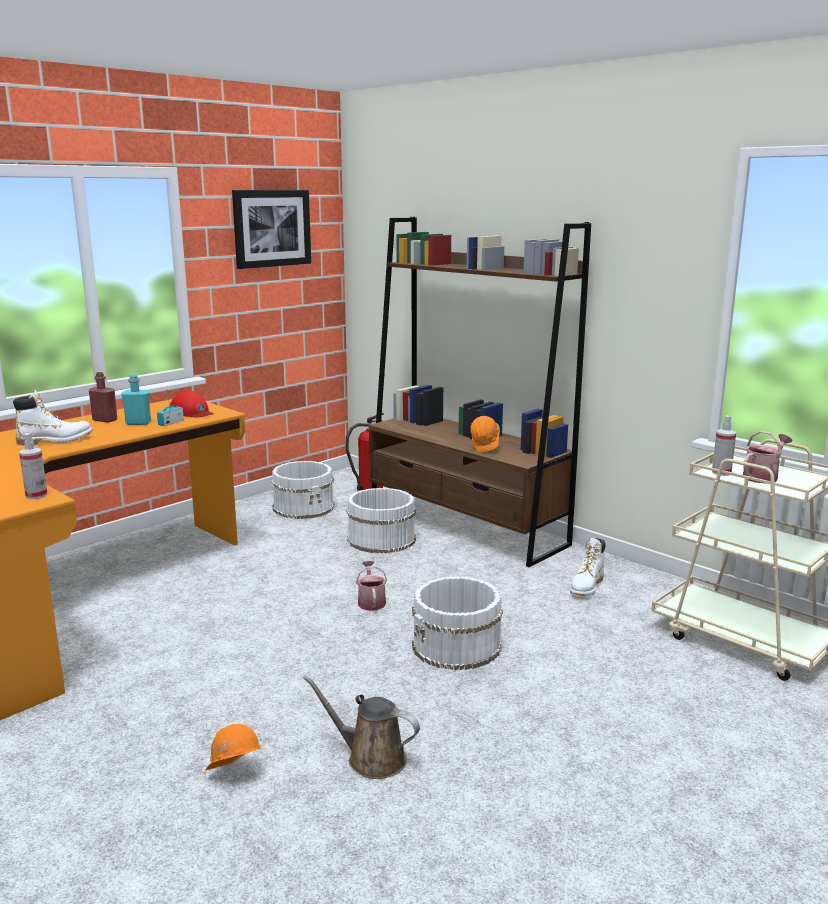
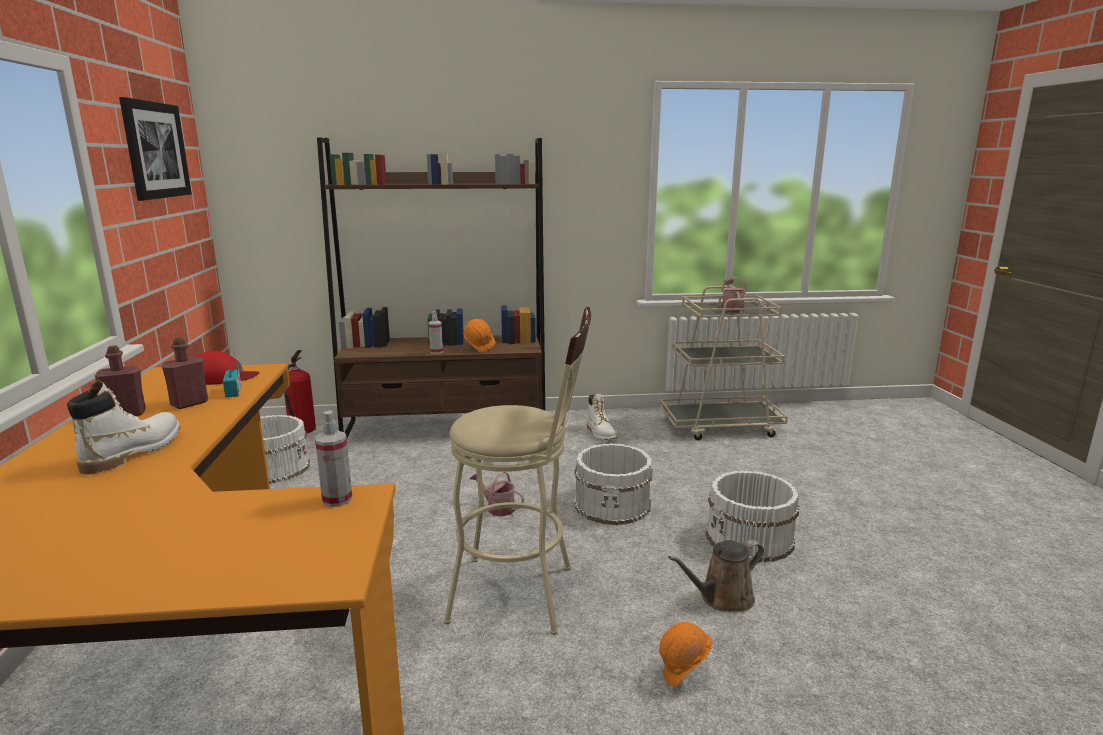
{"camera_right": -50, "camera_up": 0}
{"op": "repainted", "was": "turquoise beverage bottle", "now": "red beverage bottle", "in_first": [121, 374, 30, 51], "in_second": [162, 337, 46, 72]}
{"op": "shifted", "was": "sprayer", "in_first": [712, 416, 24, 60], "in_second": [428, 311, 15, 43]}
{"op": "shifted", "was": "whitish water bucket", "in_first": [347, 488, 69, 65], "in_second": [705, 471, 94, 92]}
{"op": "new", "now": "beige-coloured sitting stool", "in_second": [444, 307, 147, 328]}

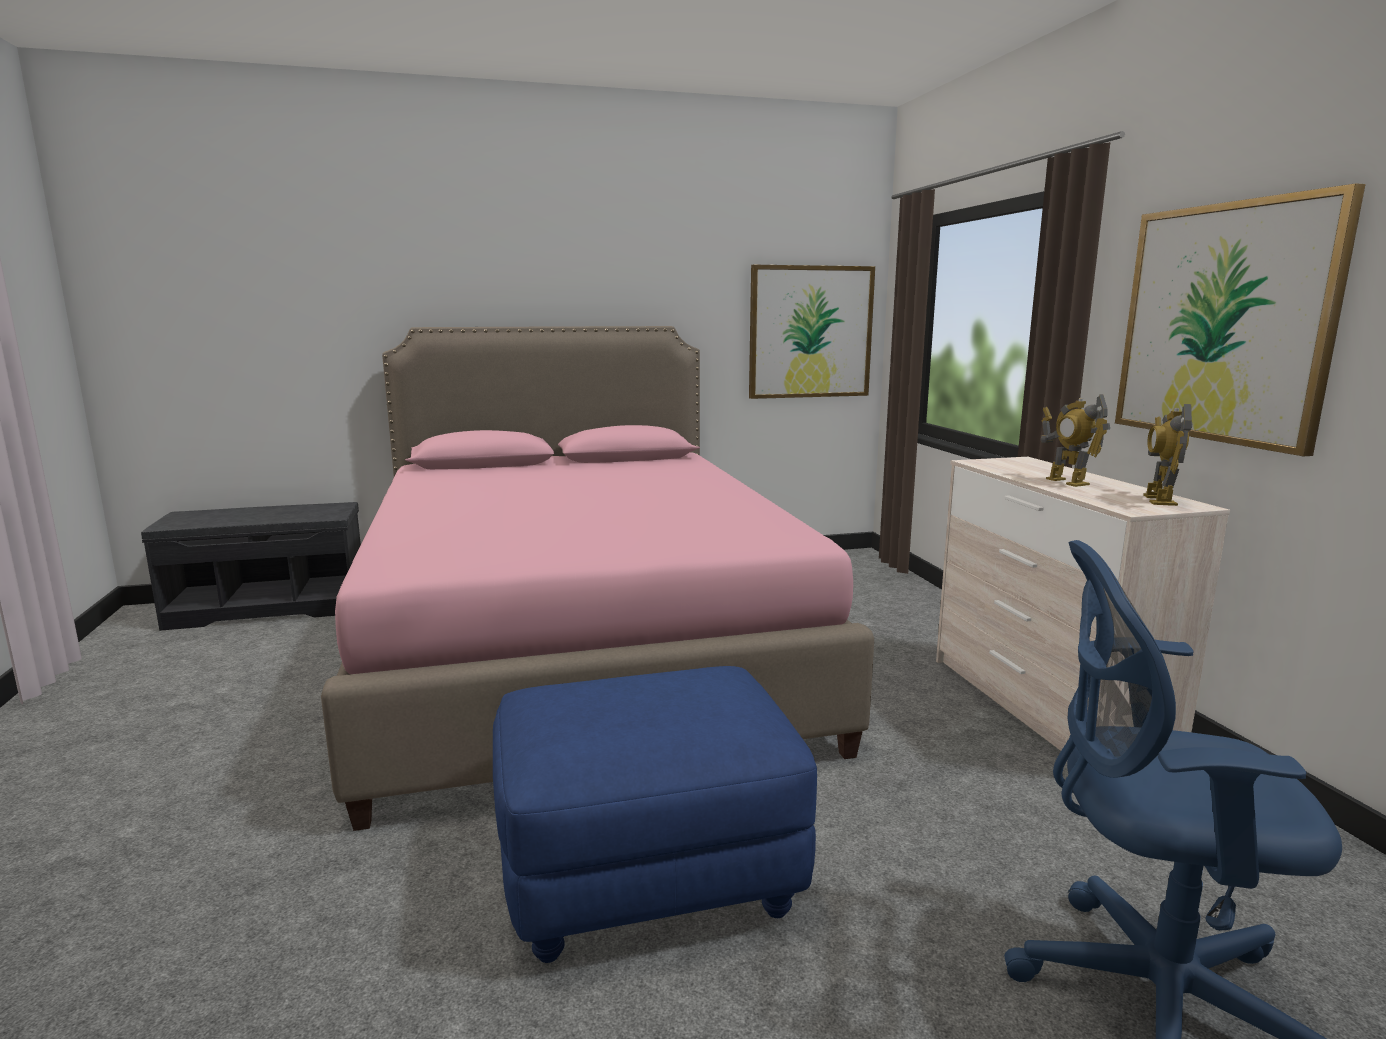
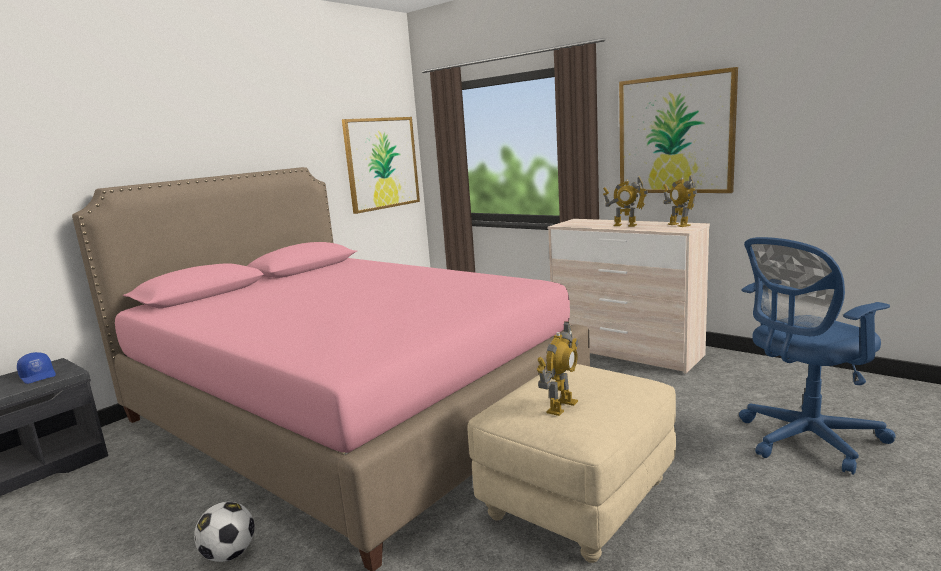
{"camera_right": -35, "camera_up": 0}
{"op": "repainted", "was": "blue-coloured pouffe", "now": "beige-coloured pouffe", "in_first": [493, 666, 324, 297], "in_second": [468, 364, 208, 199]}
{"op": "new", "now": "toy robot", "in_second": [537, 321, 42, 95]}
{"op": "new", "now": "blue-coloured baseball cap", "in_second": [17, 352, 39, 32]}
{"op": "new", "now": "football ball", "in_second": [194, 502, 61, 60]}

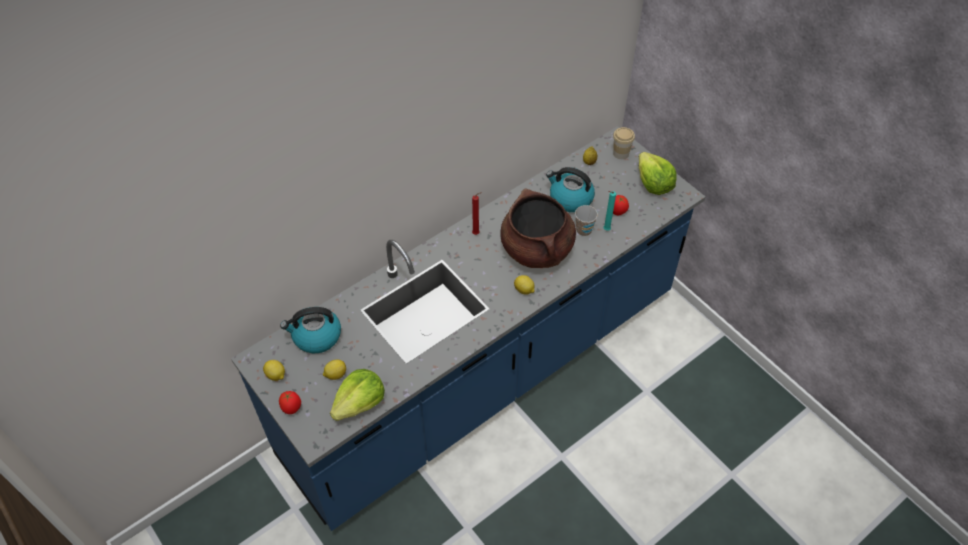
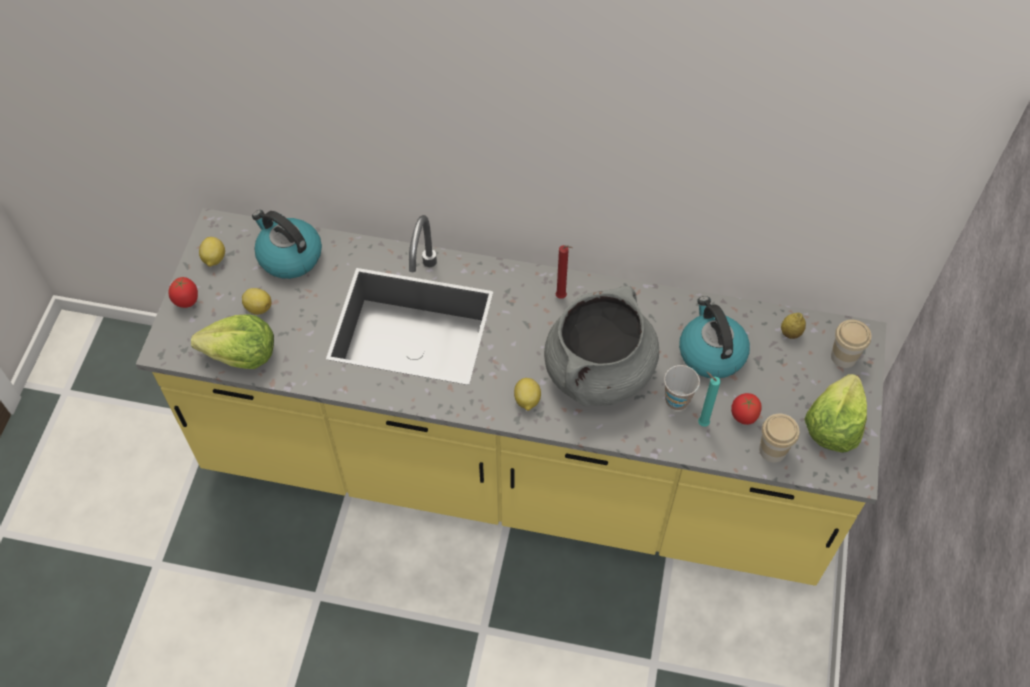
{"camera_right": 50, "camera_up": 5}
{"op": "repainted", "was": "blue-coloured kitchen base unit", "now": "yellow kitchen base unit", "in_first": [231, 126, 474, 405], "in_second": [136, 208, 750, 378]}
{"op": "repainted", "was": "brown-coloured stockpot", "now": "grey stockpot", "in_first": [500, 189, 76, 79], "in_second": [544, 286, 115, 120]}
{"op": "new", "now": "small cup", "in_second": [759, 414, 40, 49]}

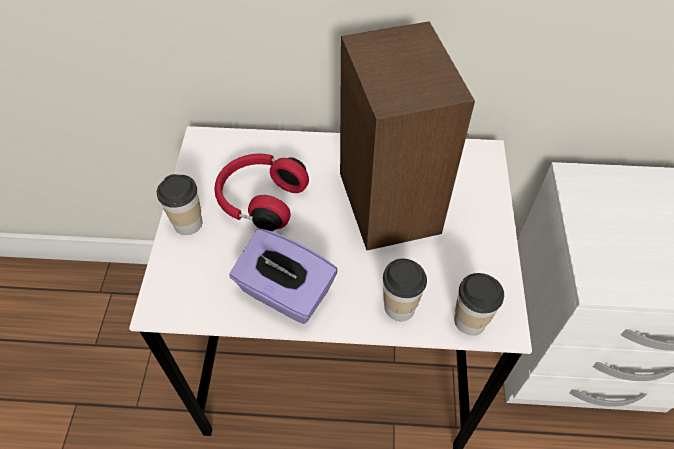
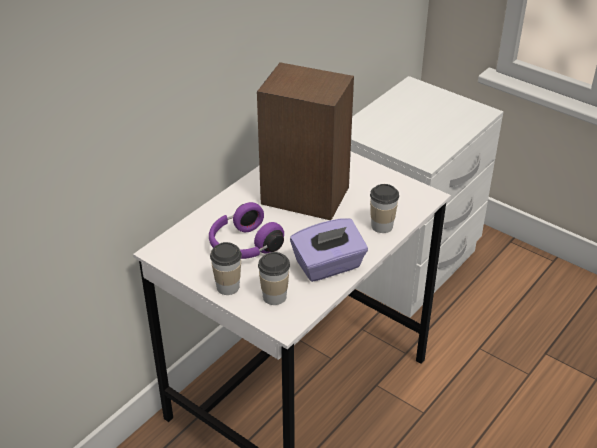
{"camera_right": -55, "camera_up": -15}
{"op": "repainted", "was": "red headphones", "now": "purplish headphones", "in_first": [214, 154, 95, 77], "in_second": [209, 202, 75, 57]}
{"op": "shifted", "was": "small cup", "in_first": [454, 273, 50, 62], "in_second": [258, 252, 32, 53]}

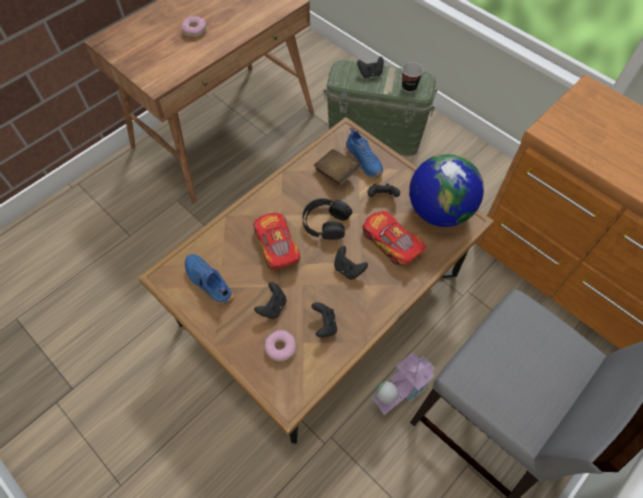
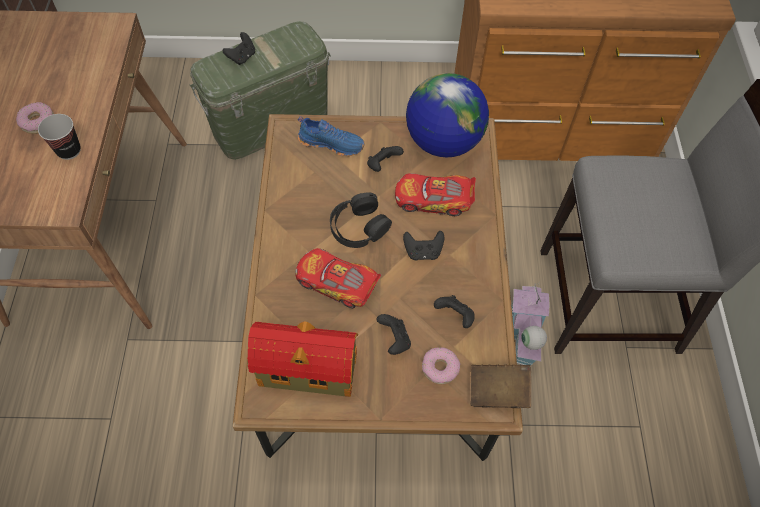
{"camera_right": -45, "camera_up": 0}
{"op": "shifted", "was": "small cup", "in_first": [402, 62, 21, 30], "in_second": [38, 114, 43, 46]}
{"op": "shifted", "was": "brown-coloured book", "in_first": [313, 149, 47, 36], "in_second": [470, 365, 61, 43]}
{"op": "swapped", "was": "blue-coloured item of footwear", "now": "toy house", "in_first": [185, 254, 48, 51], "in_second": [247, 322, 111, 75]}

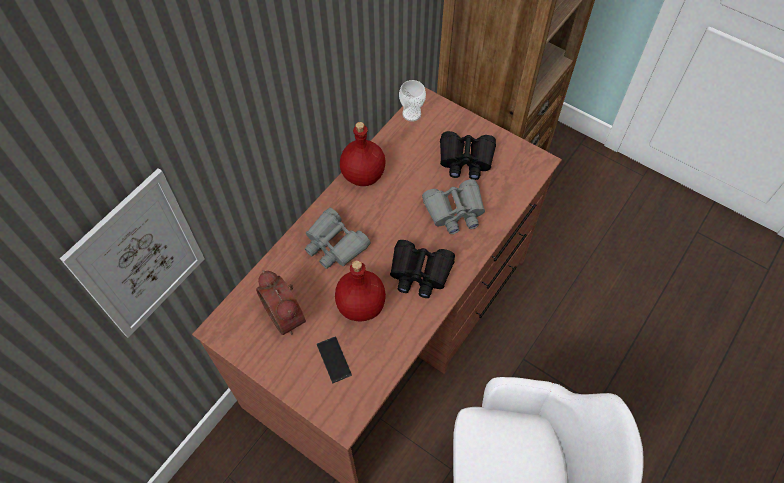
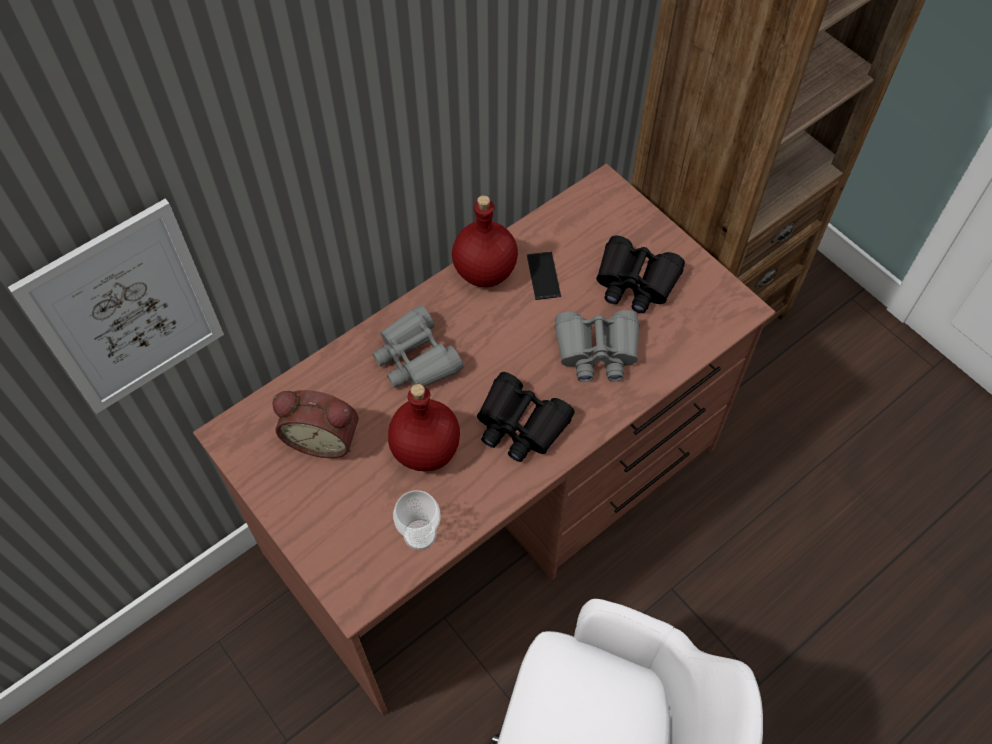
{"camera_right": 15, "camera_up": 0}
{"op": "shifted", "was": "small cup", "in_first": [399, 80, 27, 42], "in_second": [393, 490, 48, 60]}
{"op": "rotated", "was": "alarm clock", "in_first": [256, 270, 50, 65], "in_second": [272, 390, 87, 68], "clockwise": -60}
{"op": "shifted", "was": "phone", "in_first": [317, 336, 35, 48], "in_second": [527, 251, 34, 49]}

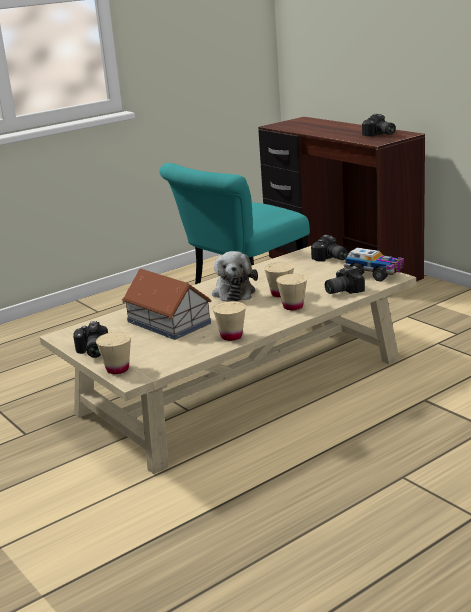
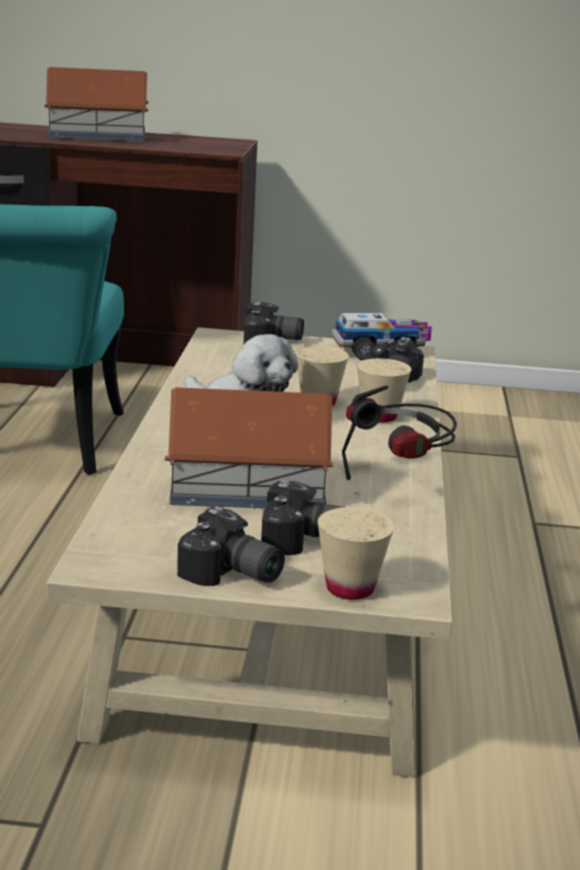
{"camera_right": -50, "camera_up": 0}
{"op": "shifted", "was": "photo camera", "in_first": [362, 114, 34, 23], "in_second": [261, 481, 82, 74]}
{"op": "swapped", "was": "beige-coloured small cup", "now": "headphones", "in_first": [213, 301, 33, 40], "in_second": [342, 385, 115, 95]}
{"op": "new", "now": "toy house", "in_second": [45, 67, 103, 75]}

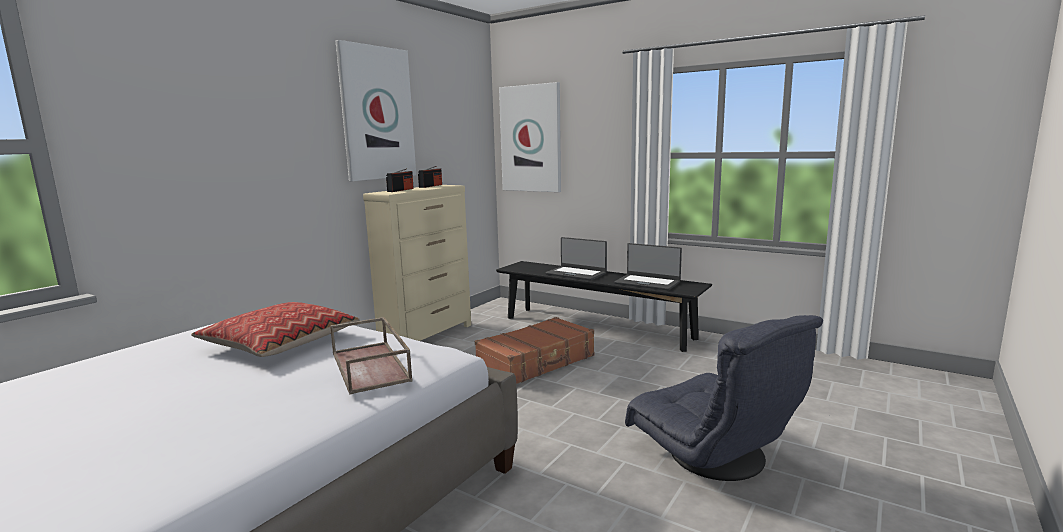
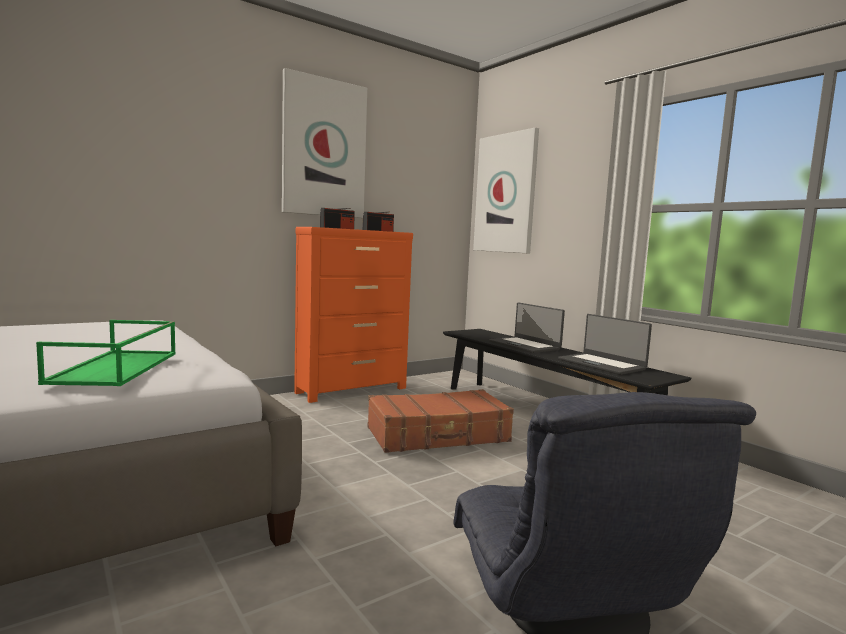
{"camera_right": 20, "camera_up": -5}
{"op": "repainted", "was": "beige-coloured dresser", "now": "orange dresser", "in_first": [363, 185, 108, 156], "in_second": [294, 227, 119, 176]}
{"op": "gone", "was": "pillow", "in_first": [191, 302, 169, 55]}
{"op": "repainted", "was": "brown-coloured tray", "now": "green tray", "in_first": [330, 317, 83, 78], "in_second": [36, 320, 140, 66]}

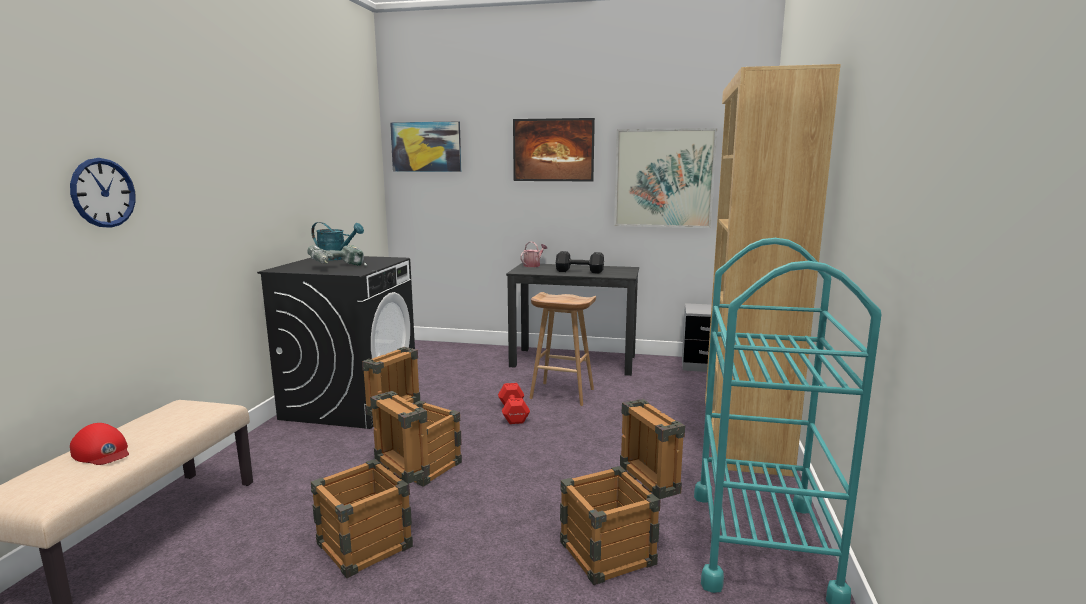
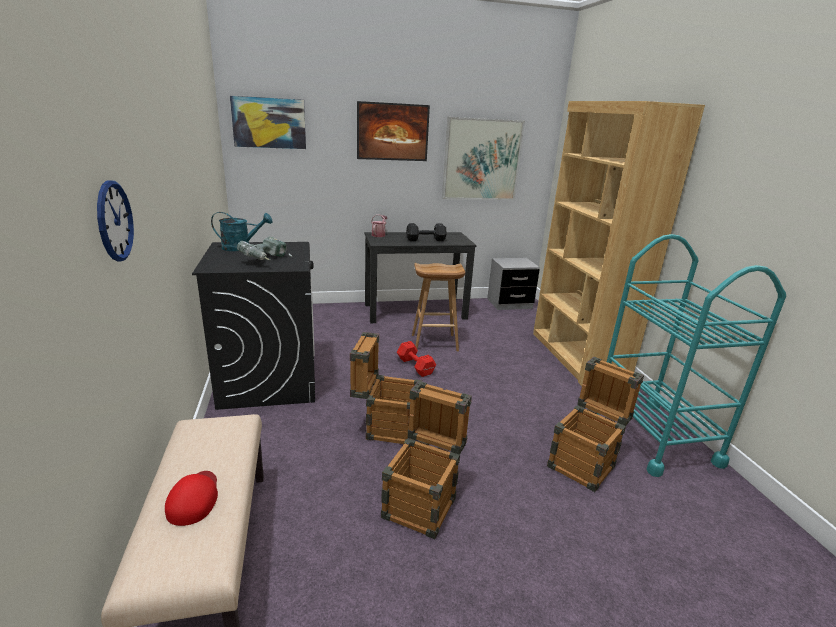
{"camera_right": -25, "camera_up": 10}
{"op": "rotated", "was": "red baseball cap", "in_first": [70, 423, 59, 42], "in_second": [165, 471, 53, 55], "clockwise": -105}

